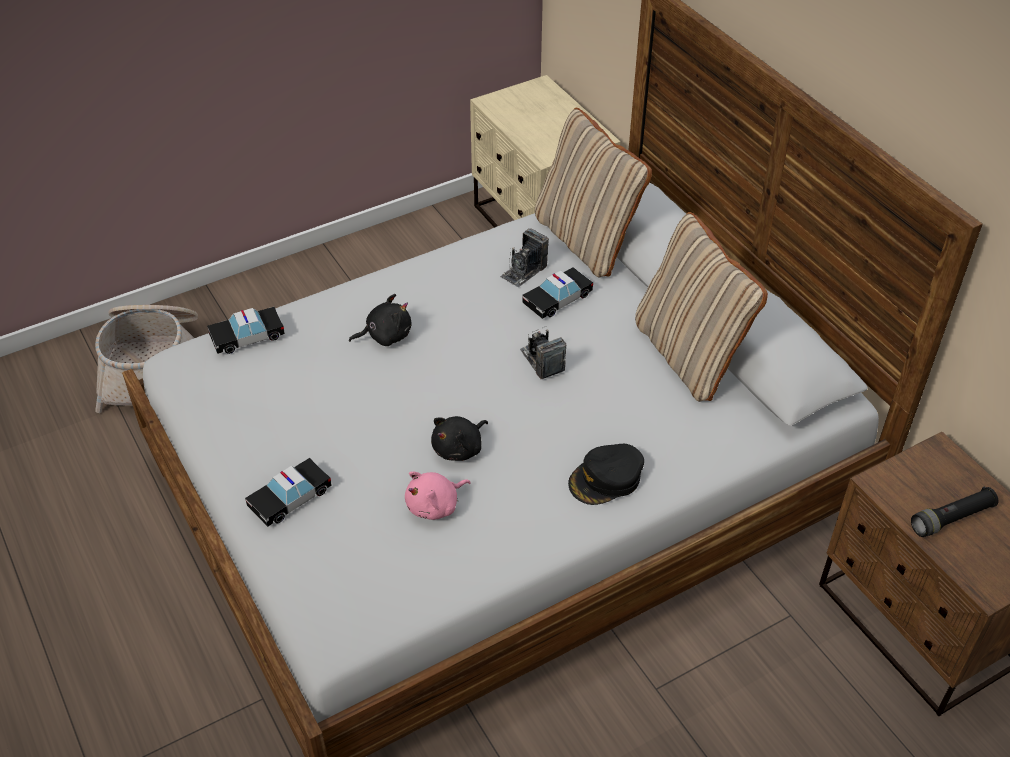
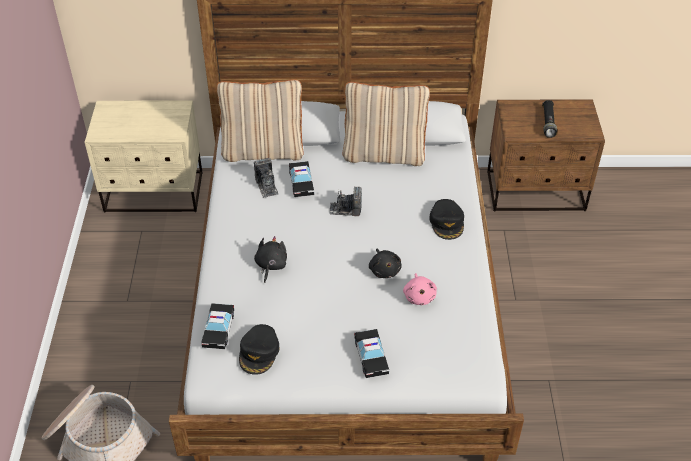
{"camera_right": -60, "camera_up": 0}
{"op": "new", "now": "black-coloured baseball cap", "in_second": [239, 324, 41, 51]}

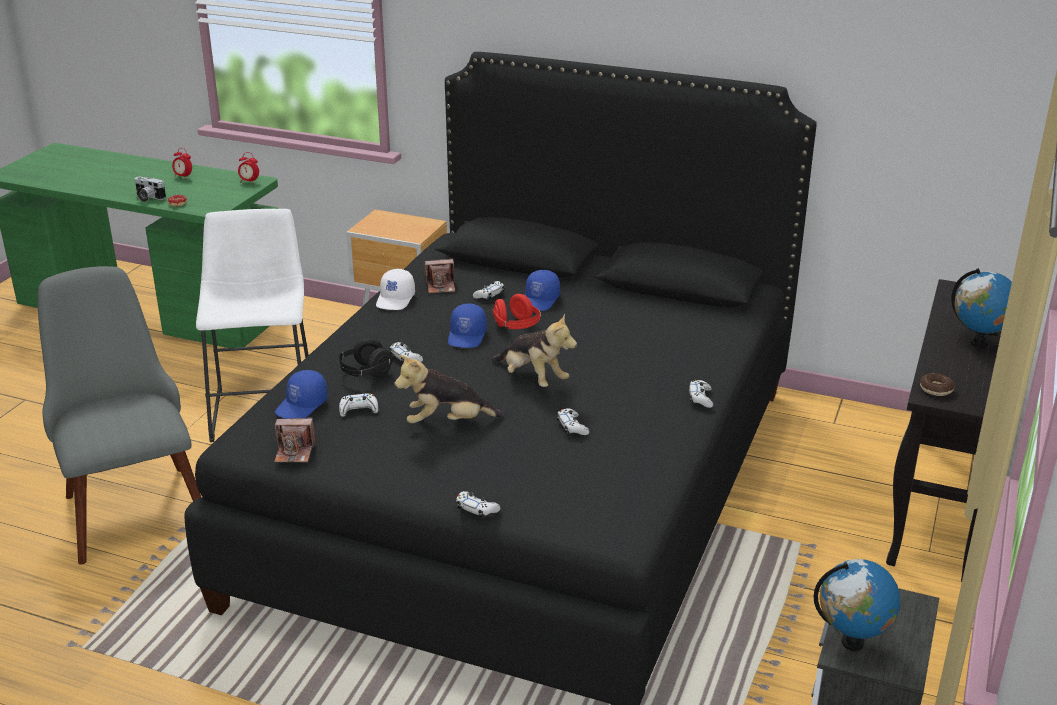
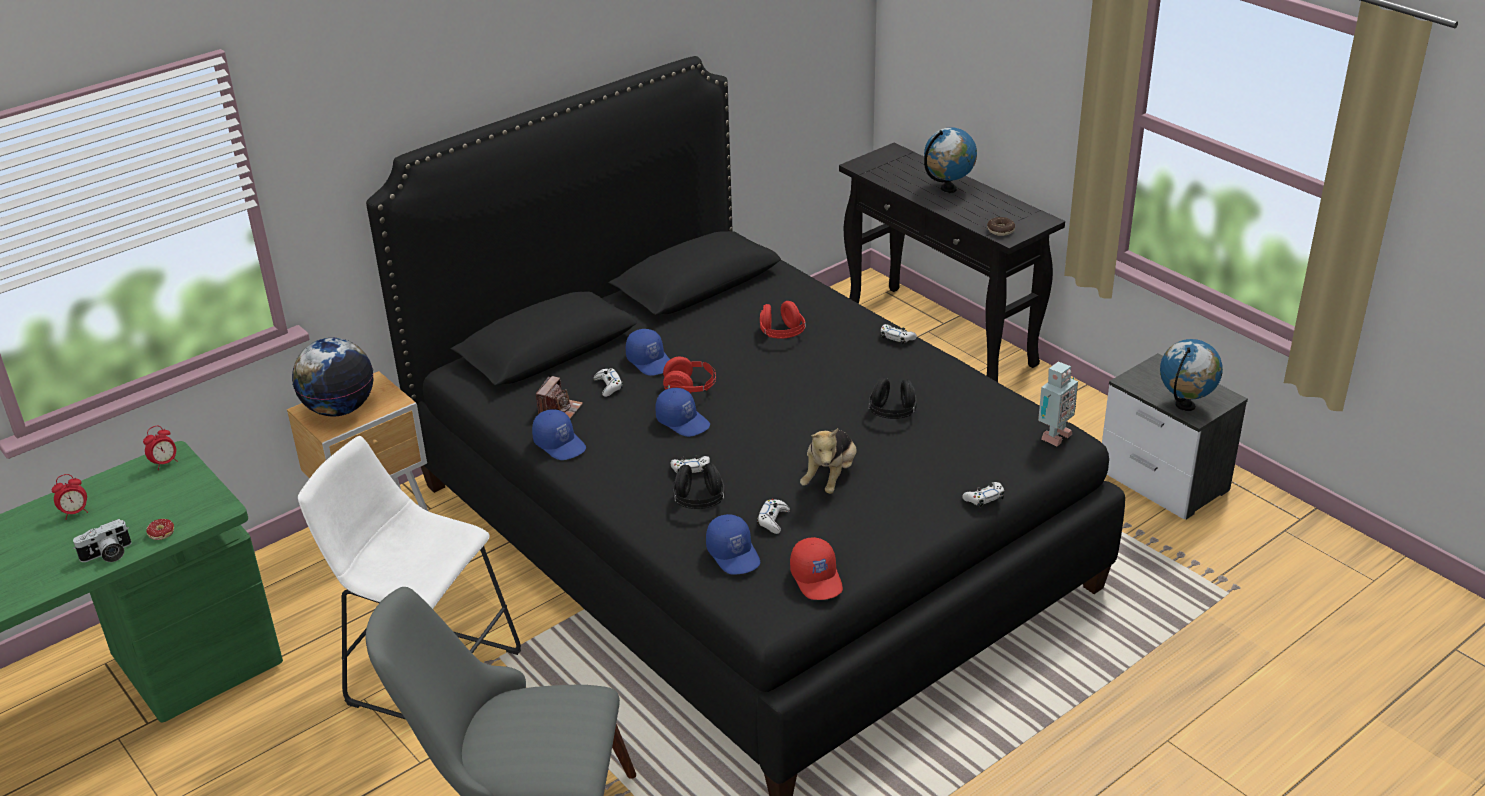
{"camera_right": -60, "camera_up": 5}
{"op": "repainted", "was": "whitish baseball cap", "now": "blue-coloured baseball cap", "in_first": [376, 269, 39, 41], "in_second": [532, 409, 54, 51]}
{"op": "gone", "was": "plush toy", "in_first": [491, 313, 86, 74]}
{"op": "swapped", "was": "whitish joypad", "now": "black-coloured headphones", "in_first": [557, 408, 32, 27], "in_second": [868, 377, 49, 42]}
{"op": "swapped", "was": "photo camera", "now": "red baseball cap", "in_first": [274, 418, 41, 44], "in_second": [790, 537, 53, 63]}
{"op": "new", "now": "red headphones", "in_second": [760, 301, 46, 38]}
{"op": "new", "now": "world globe", "in_second": [292, 338, 81, 79]}
{"op": "new", "now": "toy robot", "in_second": [1038, 362, 40, 84]}

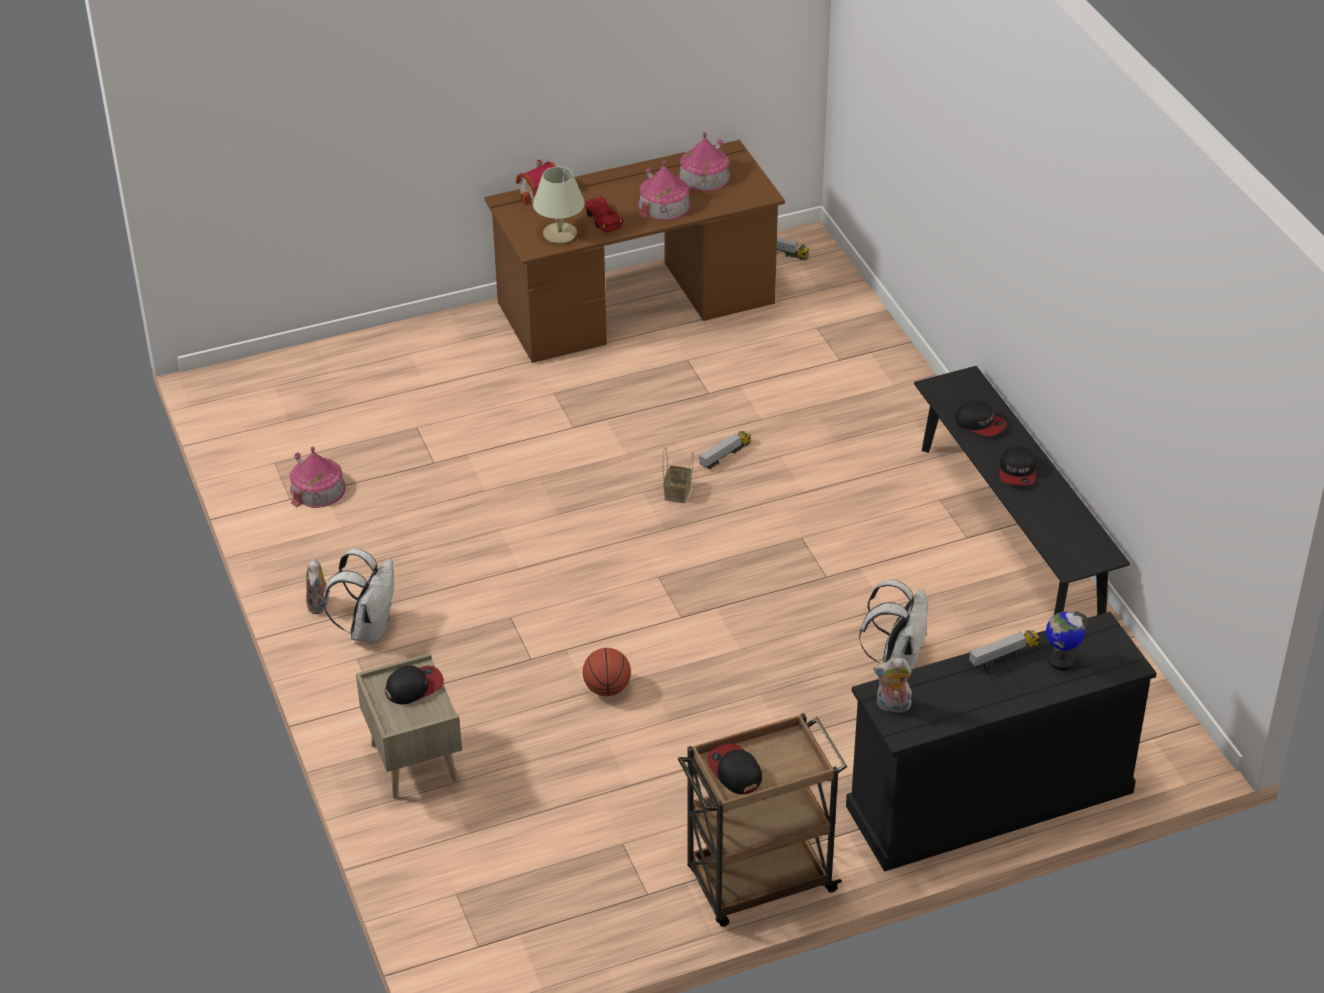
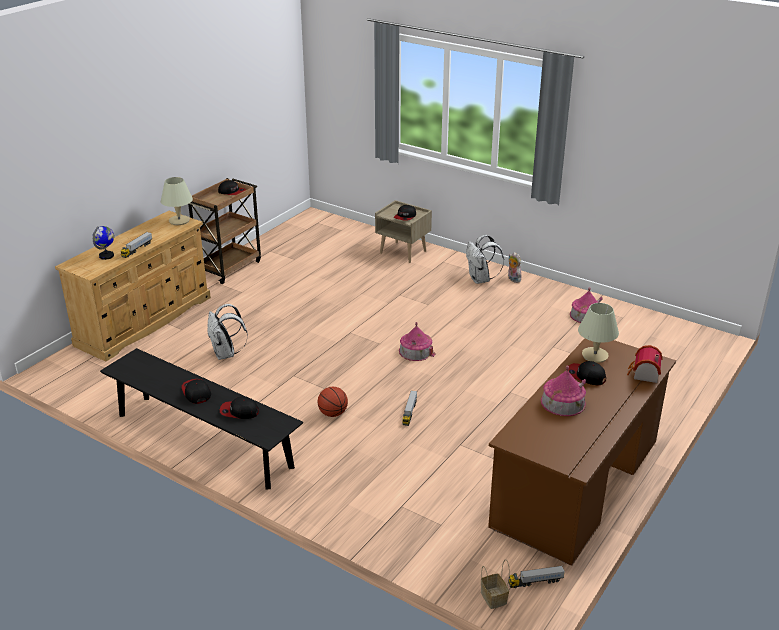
{"camera_right": 145, "camera_up": -10}
{"op": "shifted", "was": "toy house", "in_first": [678, 132, 53, 60], "in_second": [399, 322, 37, 39]}
{"op": "swapped", "was": "red toy car", "now": "baseball cap", "in_first": [584, 196, 40, 37], "in_second": [568, 361, 38, 24]}
{"op": "shifted", "was": "household basket", "in_first": [663, 448, 31, 55], "in_second": [481, 559, 29, 50]}
{"op": "repainted", "was": "black-coloured dresser", "now": "beige-coloured dresser", "in_first": [846, 612, 311, 260], "in_second": [55, 211, 156, 151]}
{"op": "shifted", "was": "basketball", "in_first": [583, 648, 48, 48], "in_second": [317, 387, 31, 30]}
{"op": "swapped", "was": "plush toy", "now": "beige-coloured lamp for a table", "in_first": [873, 658, 39, 55], "in_second": [161, 177, 32, 48]}

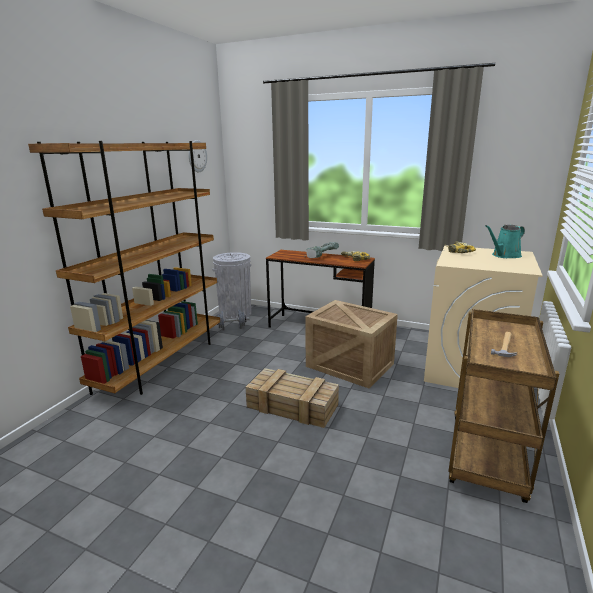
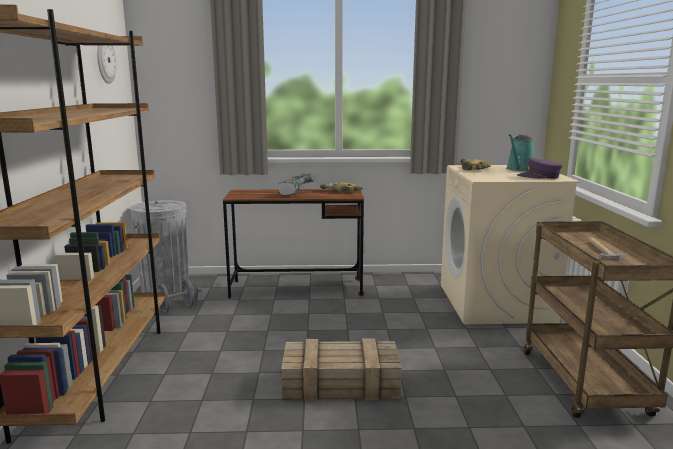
{"camera_right": -25, "camera_up": -5}
{"op": "gone", "was": "crate", "in_first": [305, 300, 93, 88]}
{"op": "new", "now": "purplish baseball cap", "in_second": [517, 158, 46, 21]}

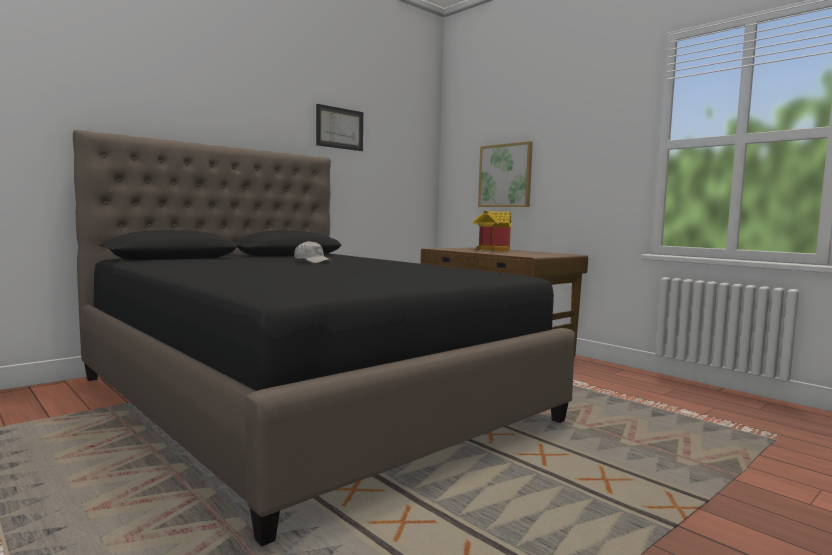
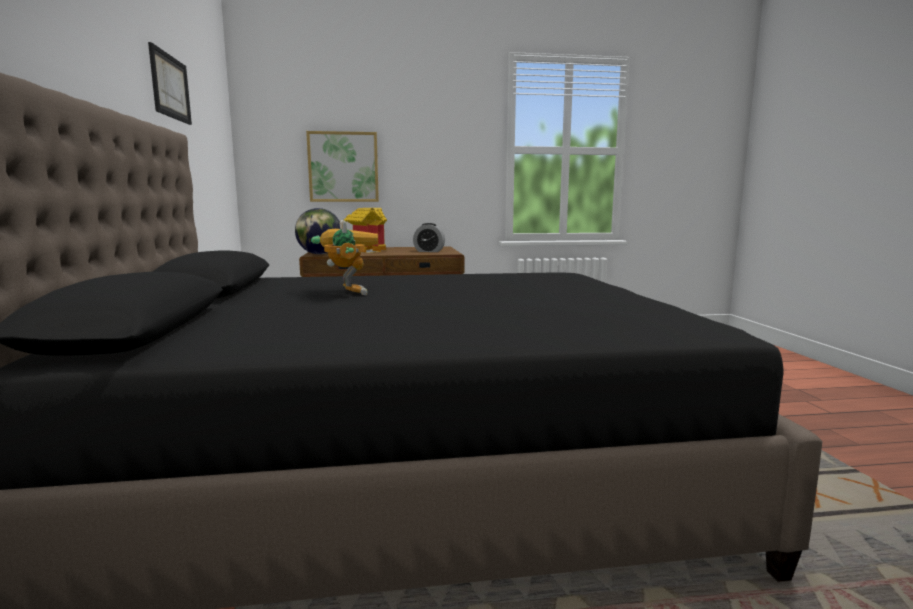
{"camera_right": -55, "camera_up": 5}
{"op": "swapped", "was": "whitish baseball cap", "now": "toy robot", "in_first": [294, 241, 39, 22], "in_second": [311, 220, 67, 75]}
{"op": "new", "now": "world globe", "in_second": [295, 208, 45, 46]}
{"op": "new", "now": "alarm clock", "in_second": [413, 223, 32, 29]}

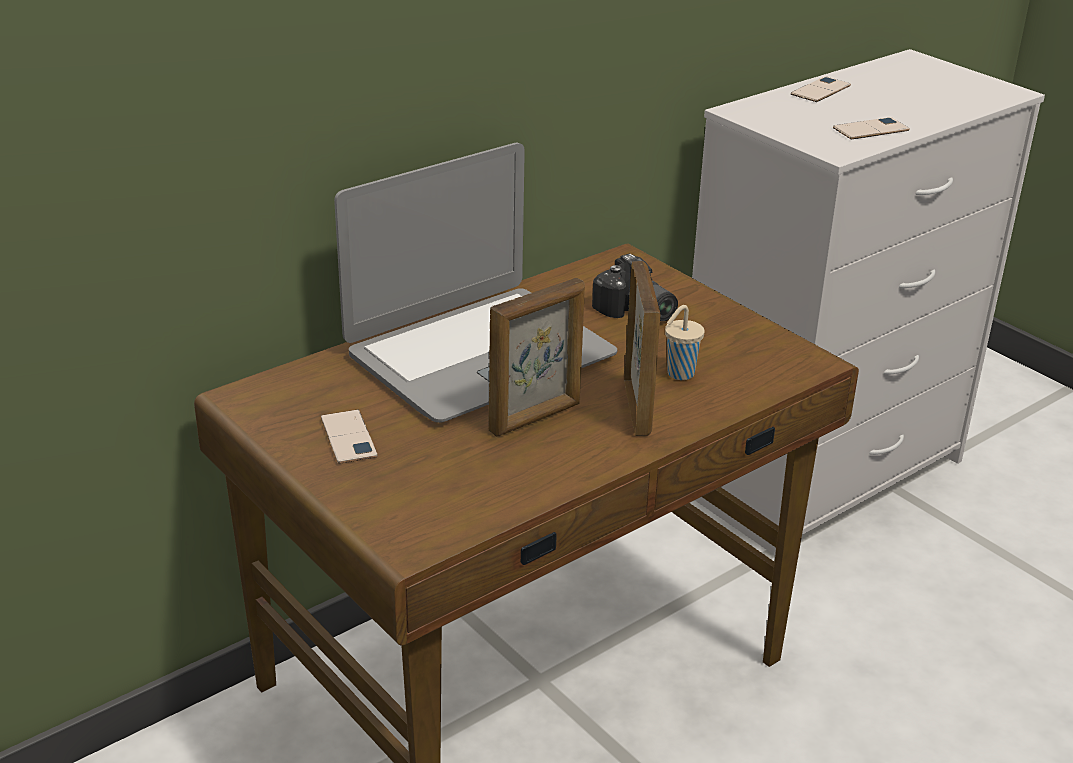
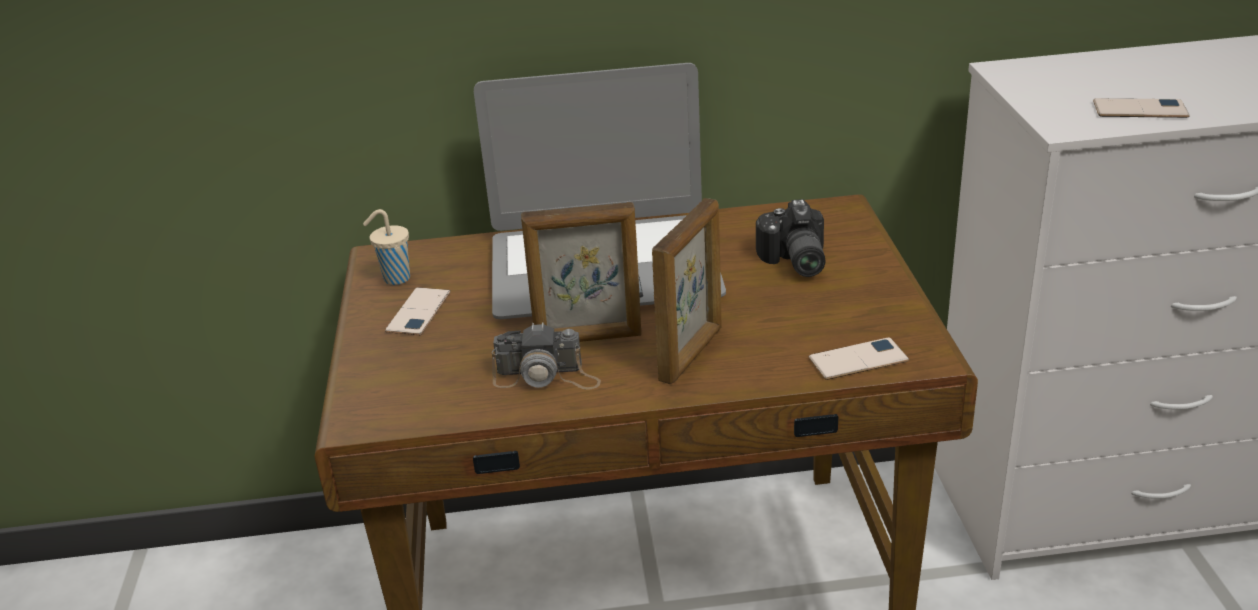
{"camera_right": 35, "camera_up": 0}
{"op": "shifted", "was": "phone", "in_first": [791, 76, 60, 26], "in_second": [809, 337, 100, 43]}
{"op": "shifted", "was": "beige-coloured small cup", "in_first": [665, 305, 40, 75], "in_second": [363, 209, 47, 76]}
{"op": "new", "now": "photo camera", "in_second": [492, 322, 109, 68]}

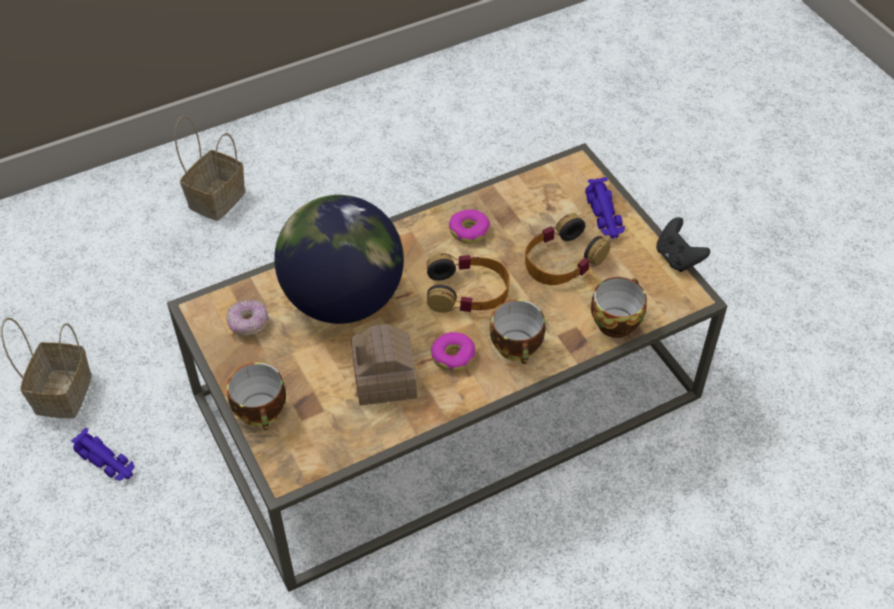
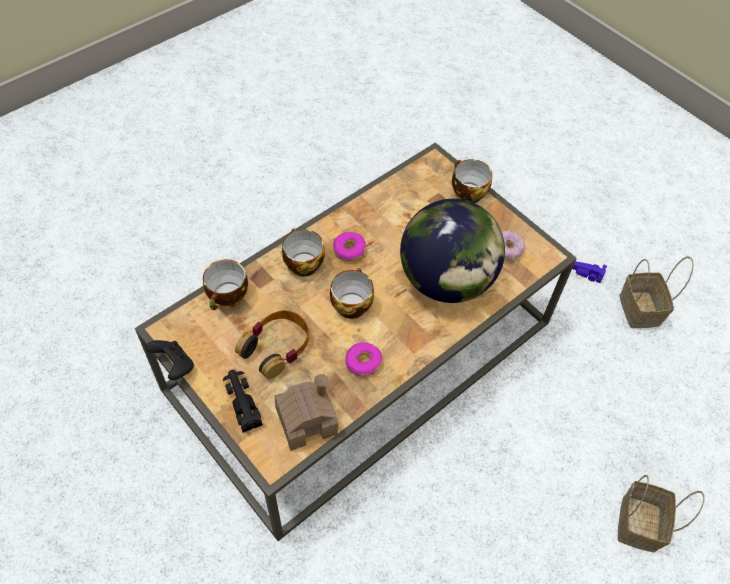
{"camera_right": 165, "camera_up": 5}
{"op": "repainted", "was": "purplish toy car", "now": "black-coloured toy car", "in_first": [585, 177, 40, 62], "in_second": [223, 370, 40, 63]}
{"op": "swapped", "was": "headphones", "now": "small cup", "in_first": [427, 253, 83, 60], "in_second": [330, 268, 44, 51]}
{"op": "shifted", "was": "toy house", "in_first": [351, 324, 66, 82], "in_second": [275, 374, 63, 77]}

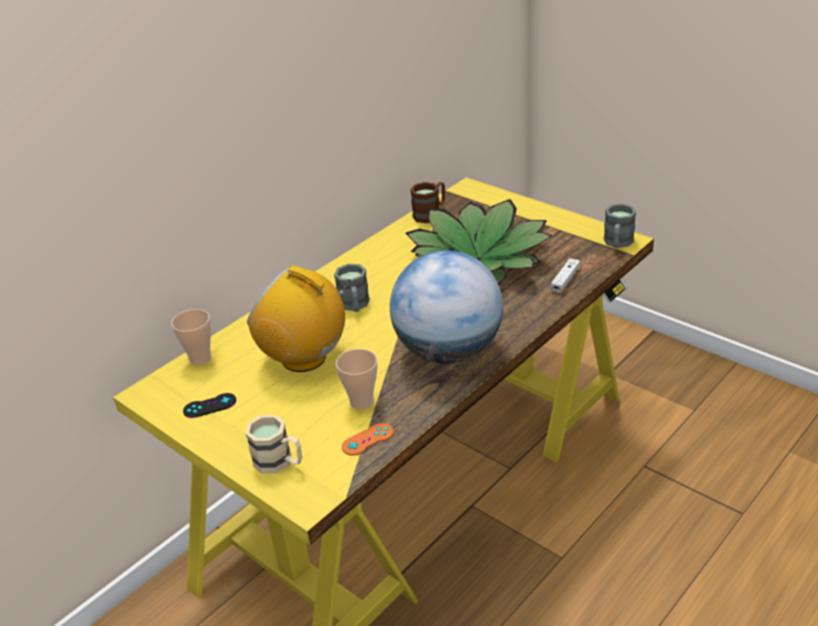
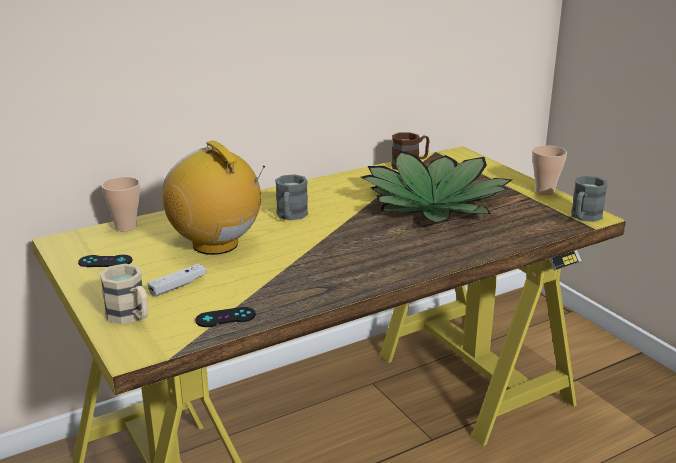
{"camera_right": 15, "camera_up": -10}
{"op": "gone", "was": "world globe", "in_first": [390, 250, 113, 114]}
{"op": "shifted", "was": "whitish joypad", "in_first": [551, 258, 29, 35], "in_second": [147, 263, 60, 34]}
{"op": "shifted", "was": "small cup", "in_first": [336, 349, 41, 61], "in_second": [532, 145, 35, 50]}
{"op": "repainted", "was": "orange joypad", "now": "black-coloured joypad", "in_first": [342, 423, 52, 33], "in_second": [195, 307, 61, 20]}

